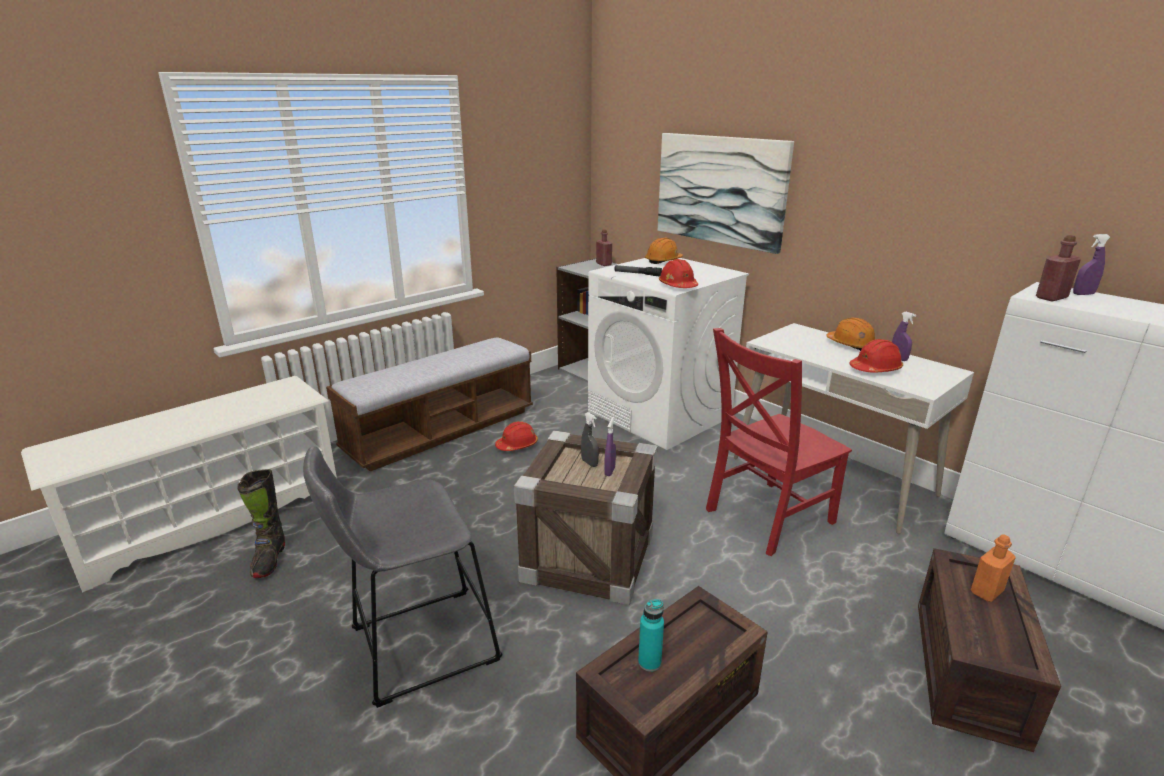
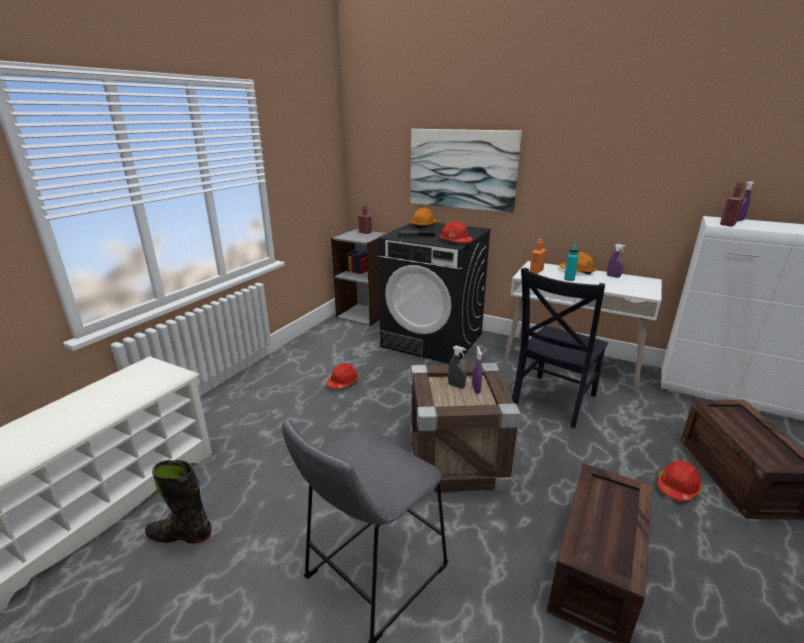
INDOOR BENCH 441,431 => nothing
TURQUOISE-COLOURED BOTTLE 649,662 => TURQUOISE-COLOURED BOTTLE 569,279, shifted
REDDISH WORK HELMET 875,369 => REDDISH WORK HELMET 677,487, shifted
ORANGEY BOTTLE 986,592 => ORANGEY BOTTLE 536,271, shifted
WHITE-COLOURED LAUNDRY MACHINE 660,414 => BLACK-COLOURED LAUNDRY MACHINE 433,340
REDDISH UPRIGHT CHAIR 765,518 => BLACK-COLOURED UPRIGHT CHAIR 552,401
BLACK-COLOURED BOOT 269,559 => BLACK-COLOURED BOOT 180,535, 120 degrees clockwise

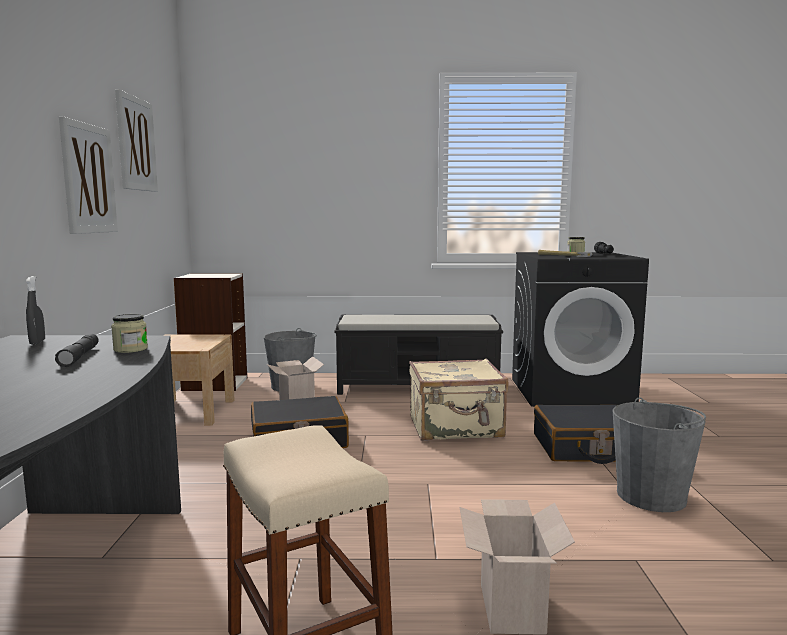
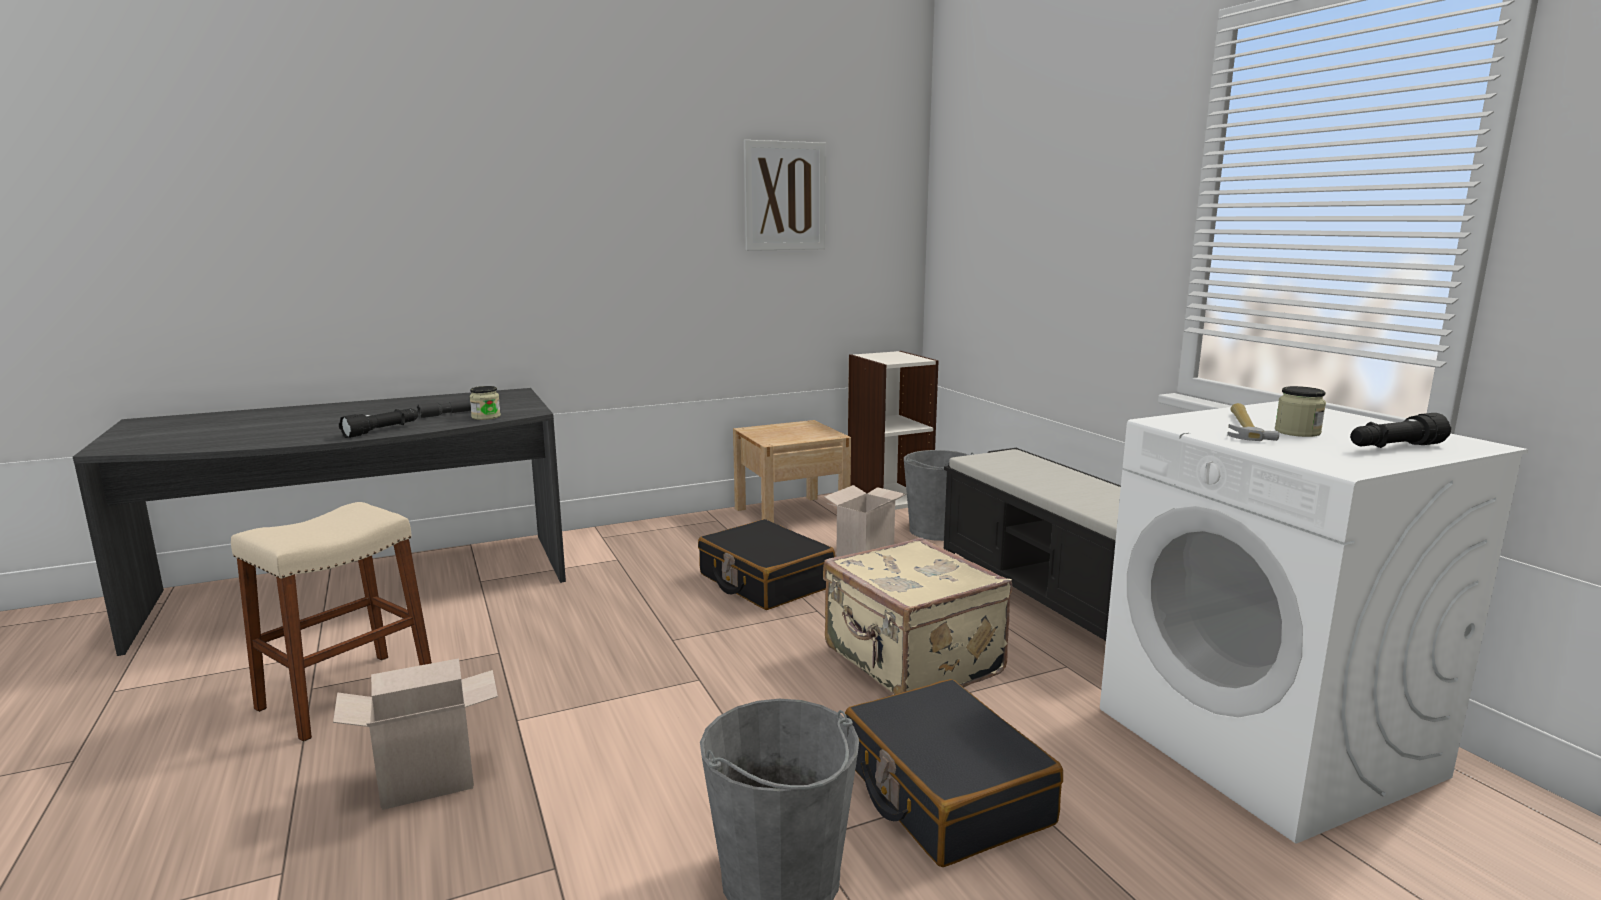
GRAY HAND SPRAYER 37,342 => nothing
WALL PICTURE 88,179 => nothing
nothing => BLACK-COLOURED TORCH 382,431
BLACK-COLOURED LAUNDRY MACHINE 570,392 => WHITE-COLOURED LAUNDRY MACHINE 1267,742

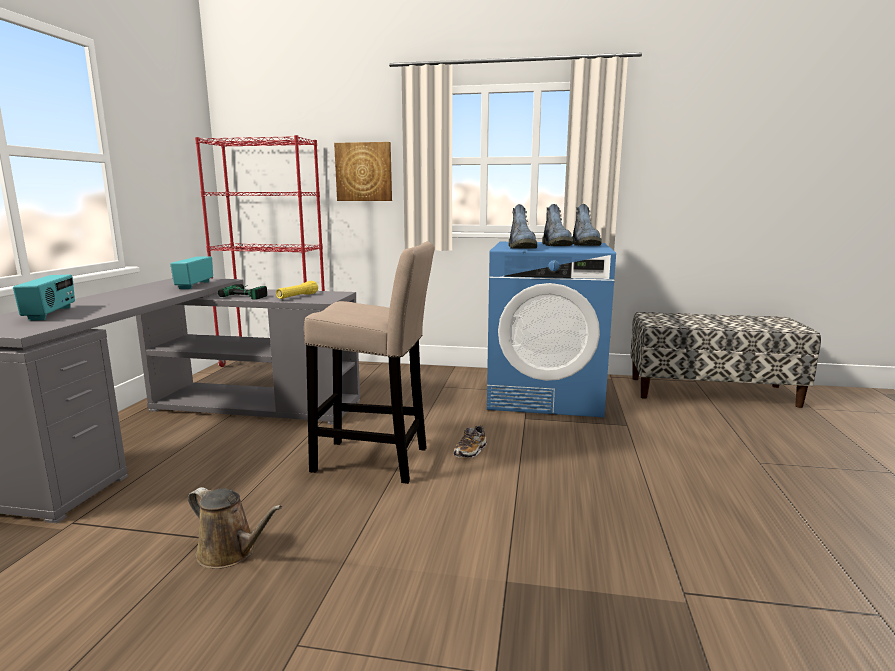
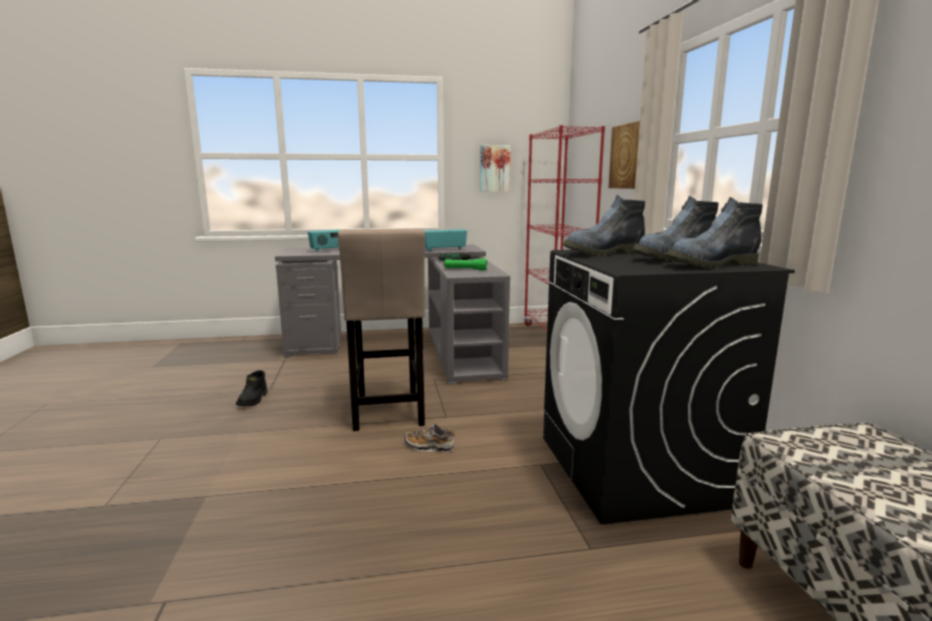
nothing => WALL PICTURE 494,168
BROWN-COLOURED WATERING CAN 231,552 => BLACK-COLOURED BOOT 253,400
YELLOW-COLOURED TORCH 297,296 => GREEN TORCH 465,269
BLUE-COLOURED LAUNDRY MACHINE 545,395 => BLACK-COLOURED LAUNDRY MACHINE 637,469

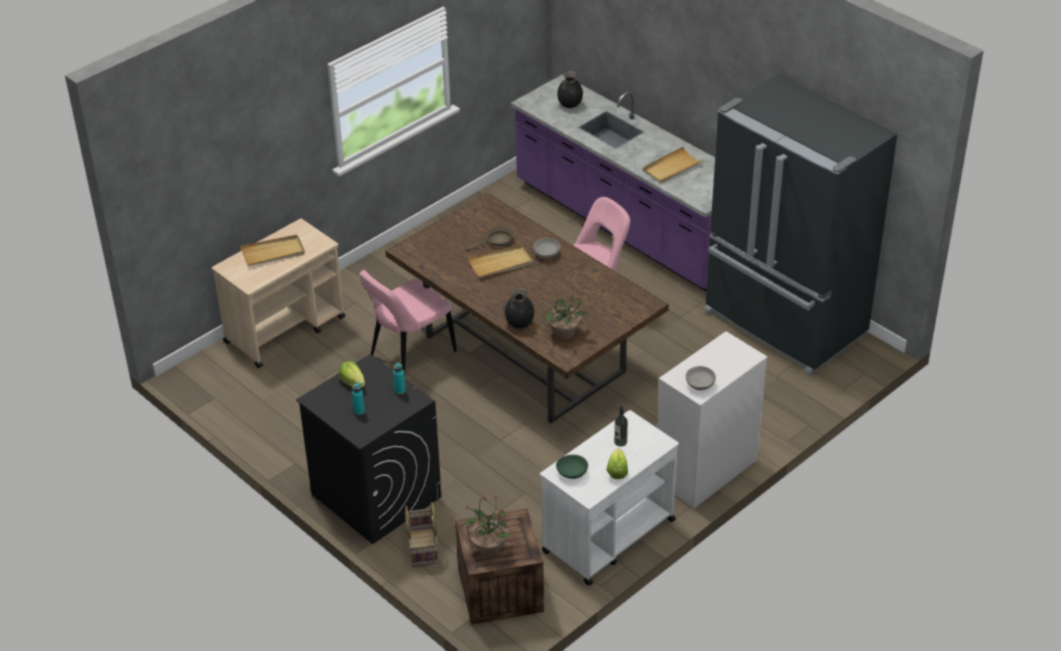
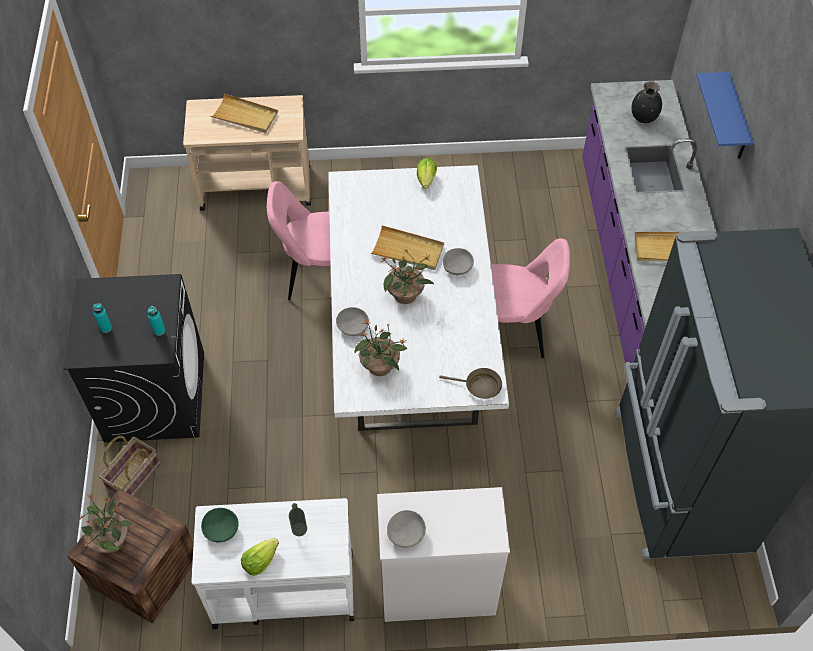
nothing => HOUSEPLANT 406,295
nothing => BLUE-COLOURED SHELF 736,119
HEAD OF LETTUCE 353,382 => HEAD OF LETTUCE 426,179, shifted
BROWN-COLOURED FRYING PAN 497,241 => BROWN-COLOURED FRYING PAN 479,386, shifted
BLACK-COLOURED FLOWER VASE 519,323 => GRAY DEEP DISH 353,327
BROWN-COLOURED KITCHEN TABLE 526,355 => WHITE-COLOURED KITCHEN TABLE 411,344

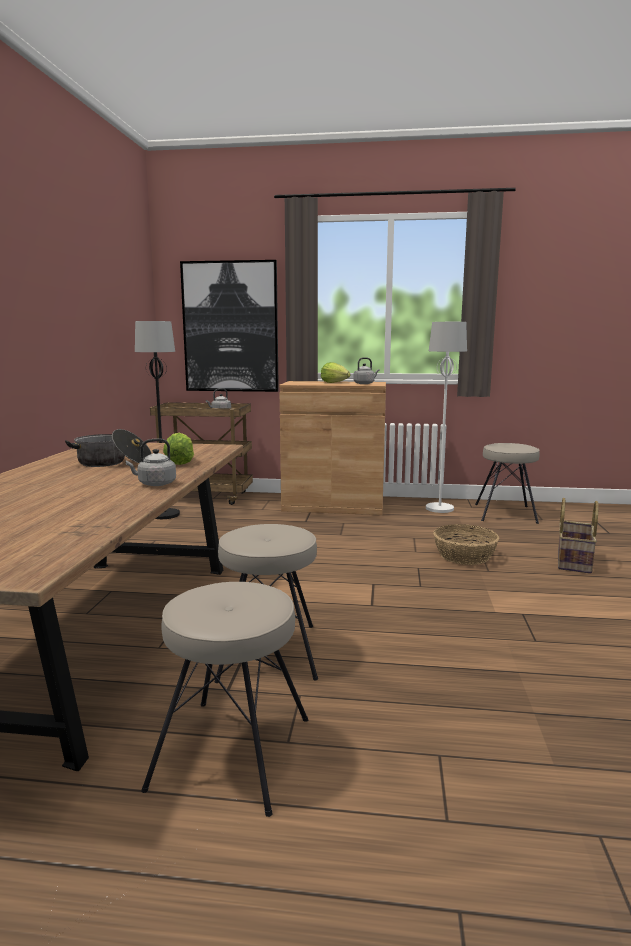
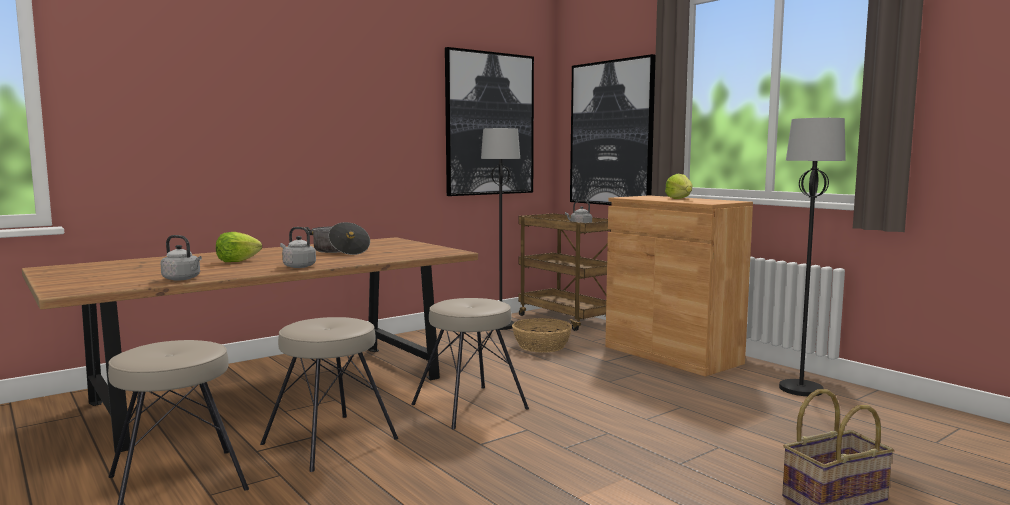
nothing => WALL PICTURE 489,124
HEAD OF LETTUCE 180,462 => HEAD OF LETTUCE 237,261, shifted
GRAY TEA KETTLE 365,383 => GRAY TEA KETTLE 183,279, shifted
HOUSEHOLD BASKET 465,556 => HOUSEHOLD BASKET 541,346, shifted
SAND-COLOURED SITTING STOOL 506,513 => SAND-COLOURED SITTING STOOL 470,407, shifted
WHITE-COLOURED STANDARD LAMP 440,508 => BLACK-COLOURED STANDARD LAMP 801,389

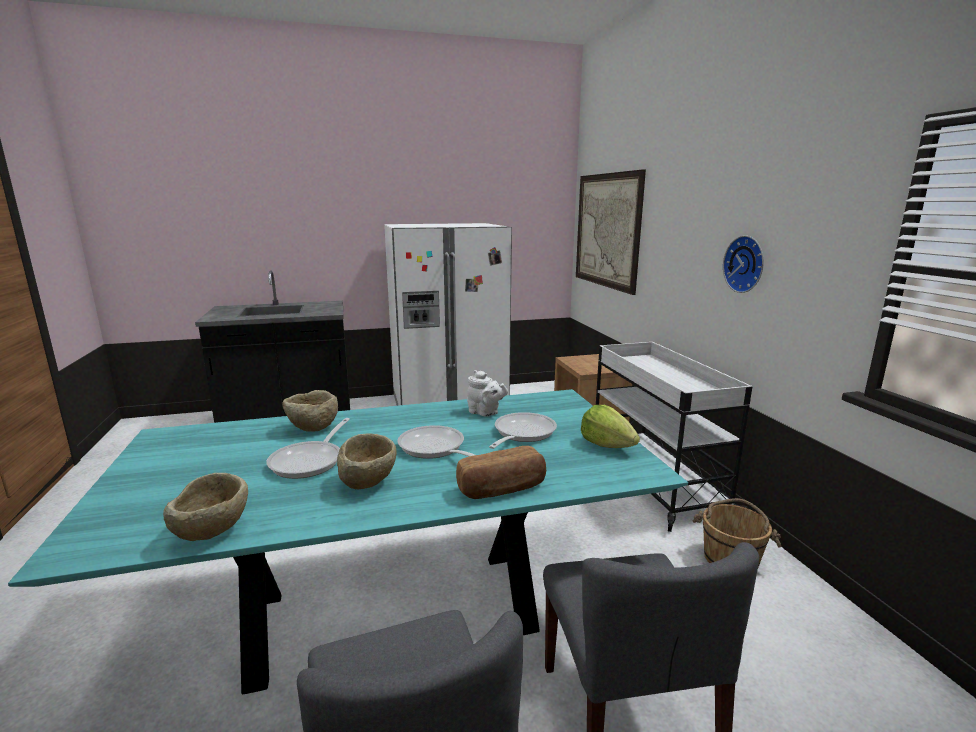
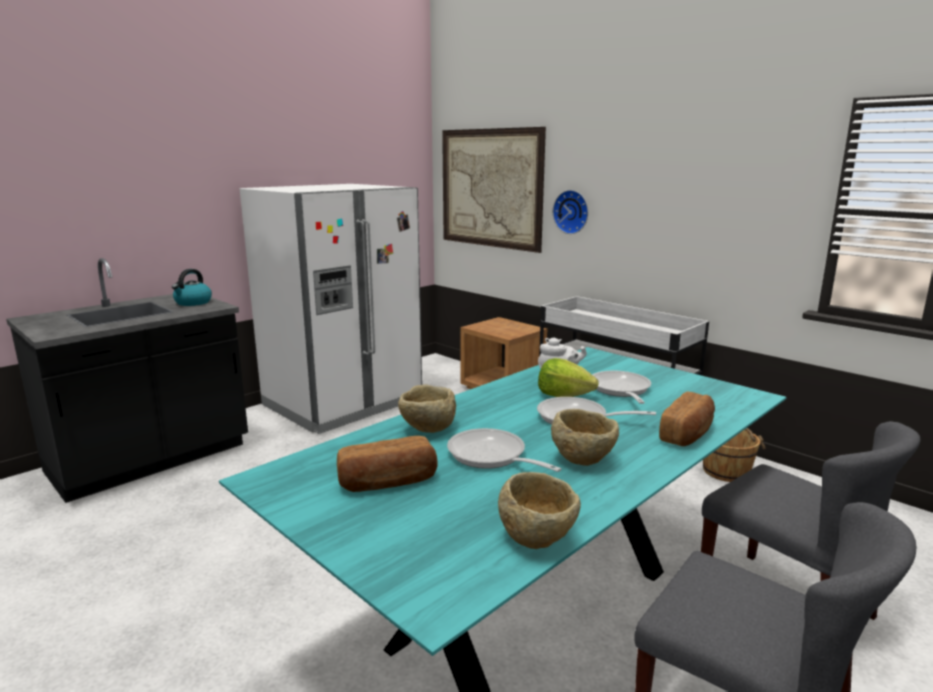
nothing => TEA KETTLE 193,303
nothing => BAKERY BREAD 388,482
HEAD OF LETTUCE 607,445 => HEAD OF LETTUCE 564,395, shifted
HANGING CLOCK 746,264 => HANGING CLOCK 572,211, shifted
FRYING PAN 310,461 => FRYING PAN 491,456, 150 degrees clockwise

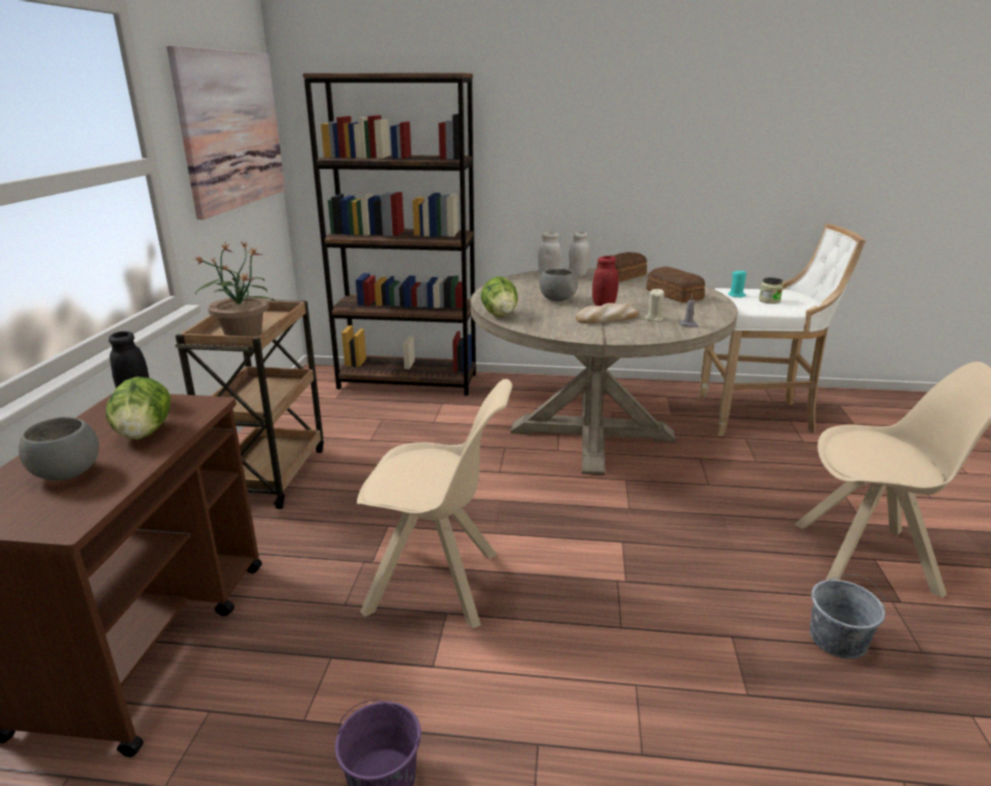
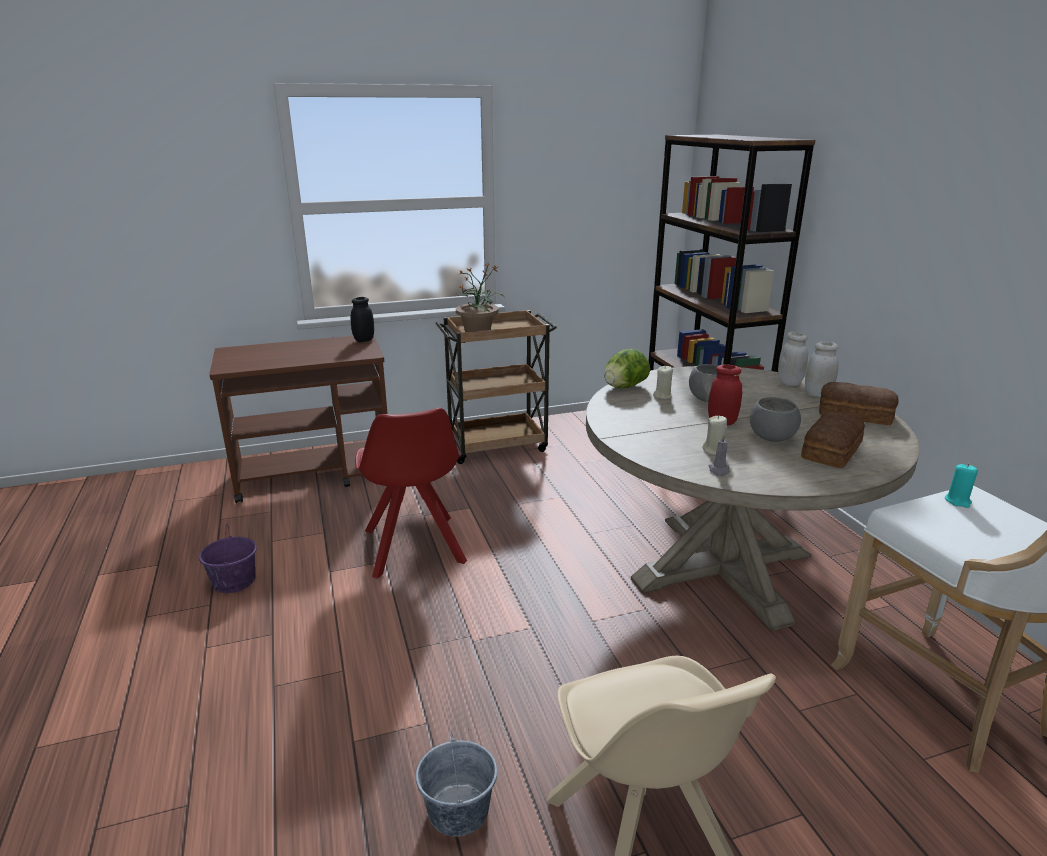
HEAD OF LETTUCE 144,433 => nothing
WALL PICTURE 232,129 => nothing
BAKERY BREAD 607,318 => nothing
STORAGE JAR 769,301 => nothing
nothing => SAND-COLOURED WAX LIGHT 662,396
GRAY DEEP DISH 66,474 => GRAY DEEP DISH 771,438, shifted
SAND-COLOURED UPRIGHT CHAIR 437,584 => REDDISH UPRIGHT CHAIR 414,548

